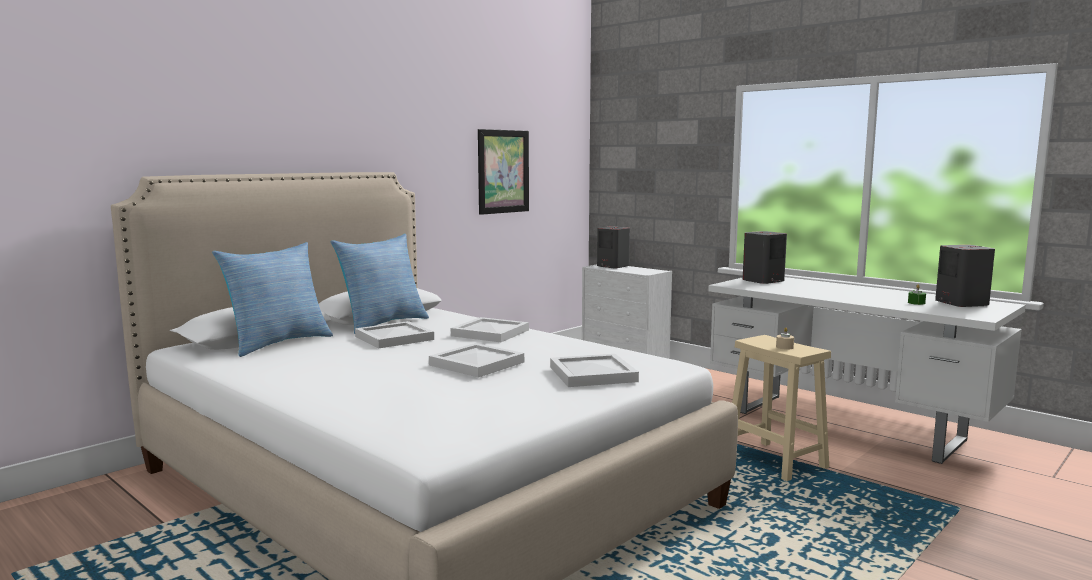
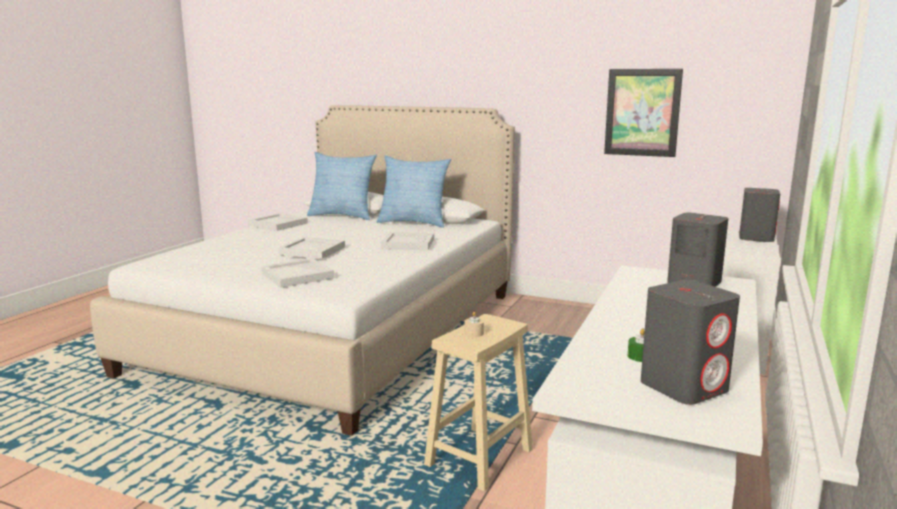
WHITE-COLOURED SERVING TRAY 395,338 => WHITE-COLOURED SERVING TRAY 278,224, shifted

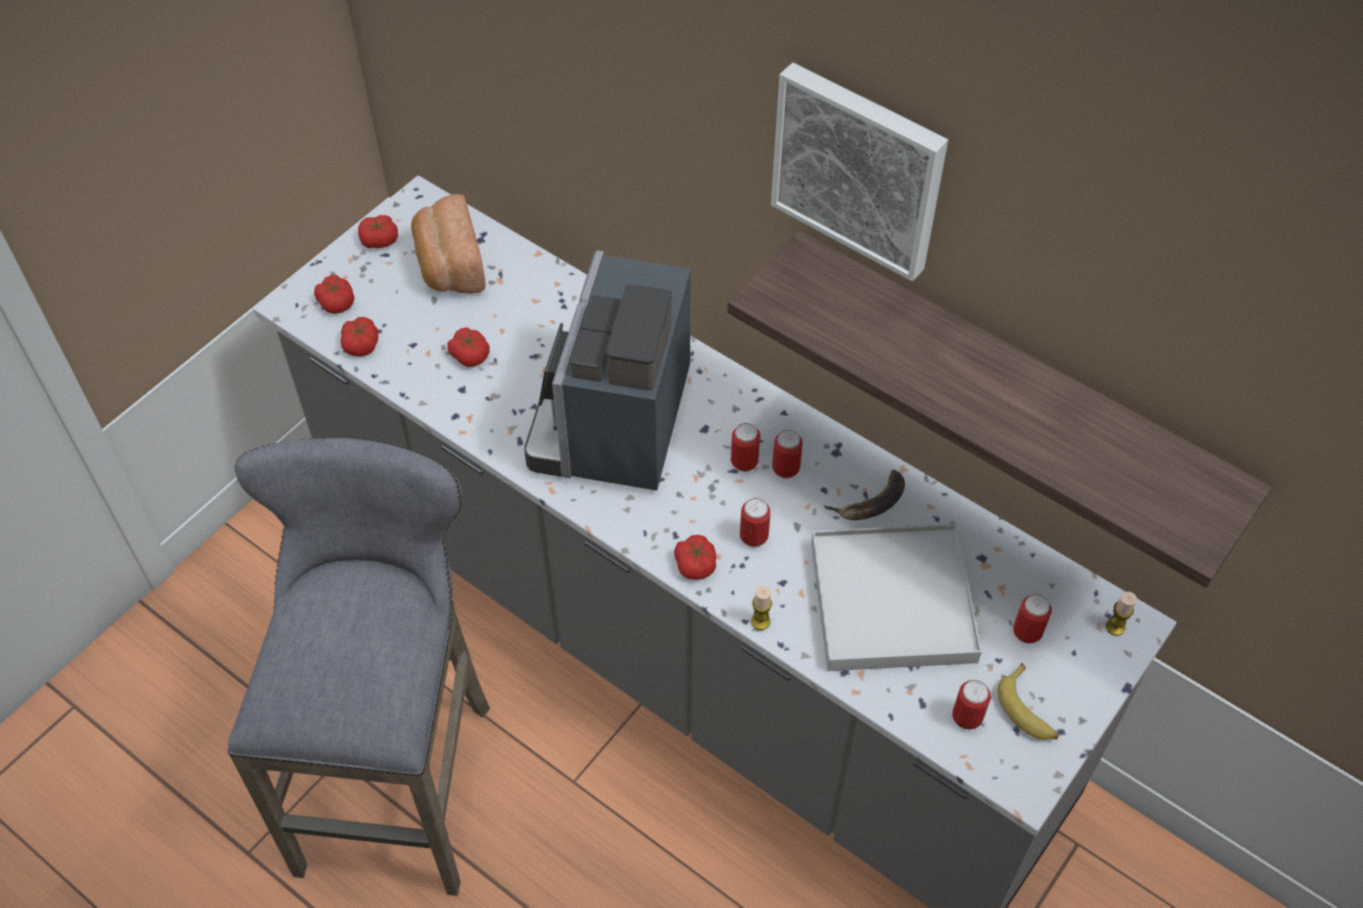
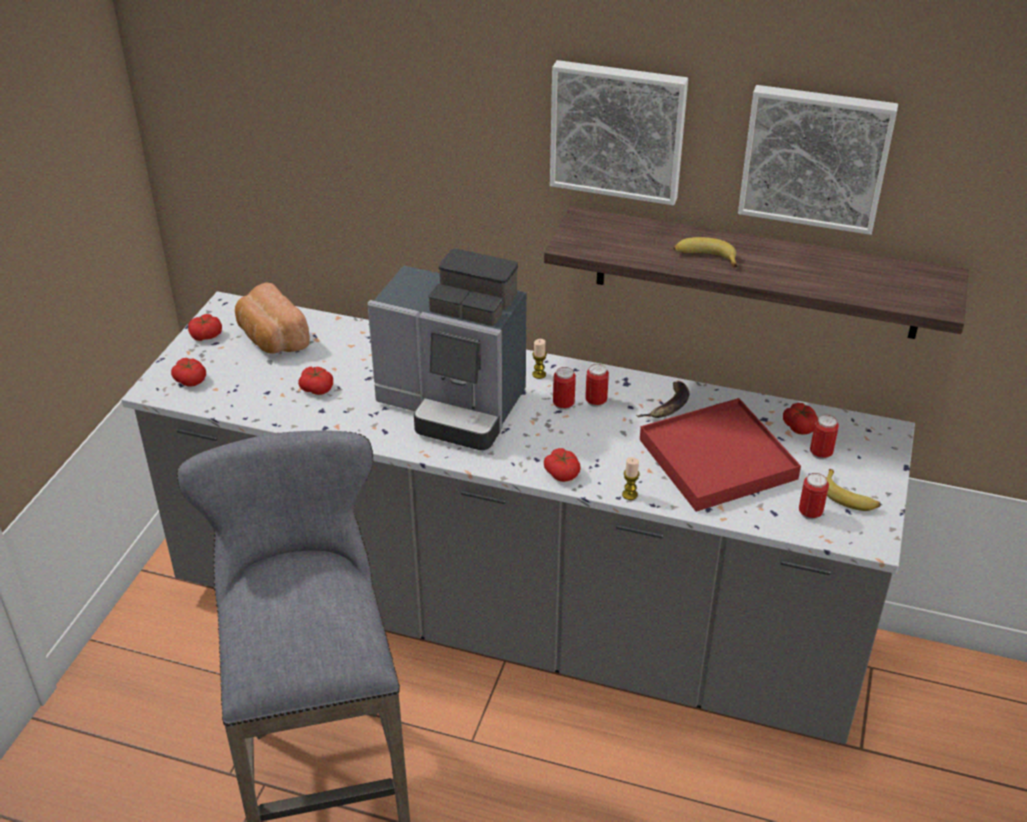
SEALED CAN 754,537 => nothing
nothing => BANANA 705,257
nothing => WALL PICTURE 815,157
TOMATO 361,344 => TOMATO 799,426, shifted
WAX LIGHT 1115,627 => WAX LIGHT 539,374, shifted
WHITE-COLOURED SERVING TRAY 892,601 => REDDISH SERVING TRAY 717,459
COFFEE BREWER 615,426 => COFFEE BREWER 454,405, 60 degrees counterclockwise

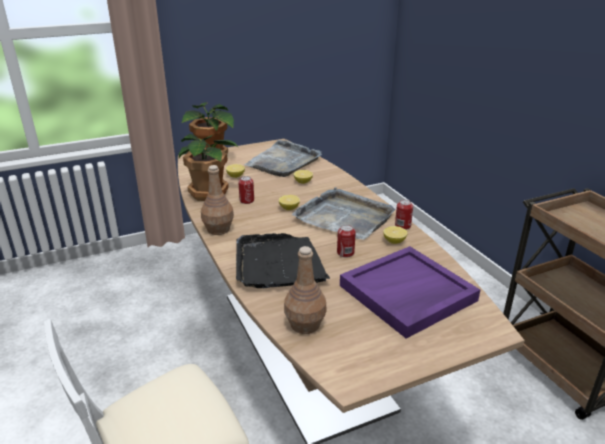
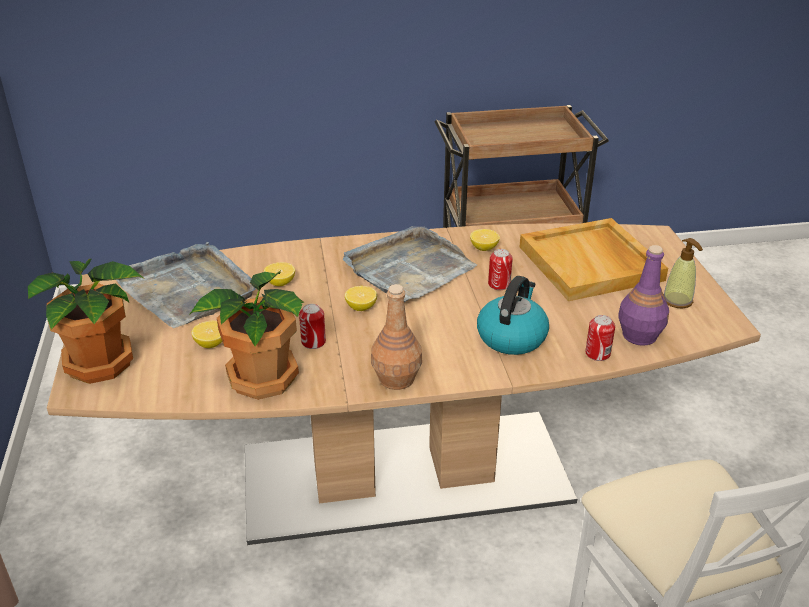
nothing => SOAP DISPENSER 677,301
SEALED CAN 402,226 => SEALED CAN 597,354, shifted
BLACK-COLOURED SERVING TRAY 278,264 => TEA KETTLE 511,337
BROWN-COLOURED BOTTLE 305,324 => PURPLE-COLOURED BOTTLE 639,335
PURPLE-COLOURED SERVING TRAY 407,294 => SAND-COLOURED SERVING TRAY 591,263

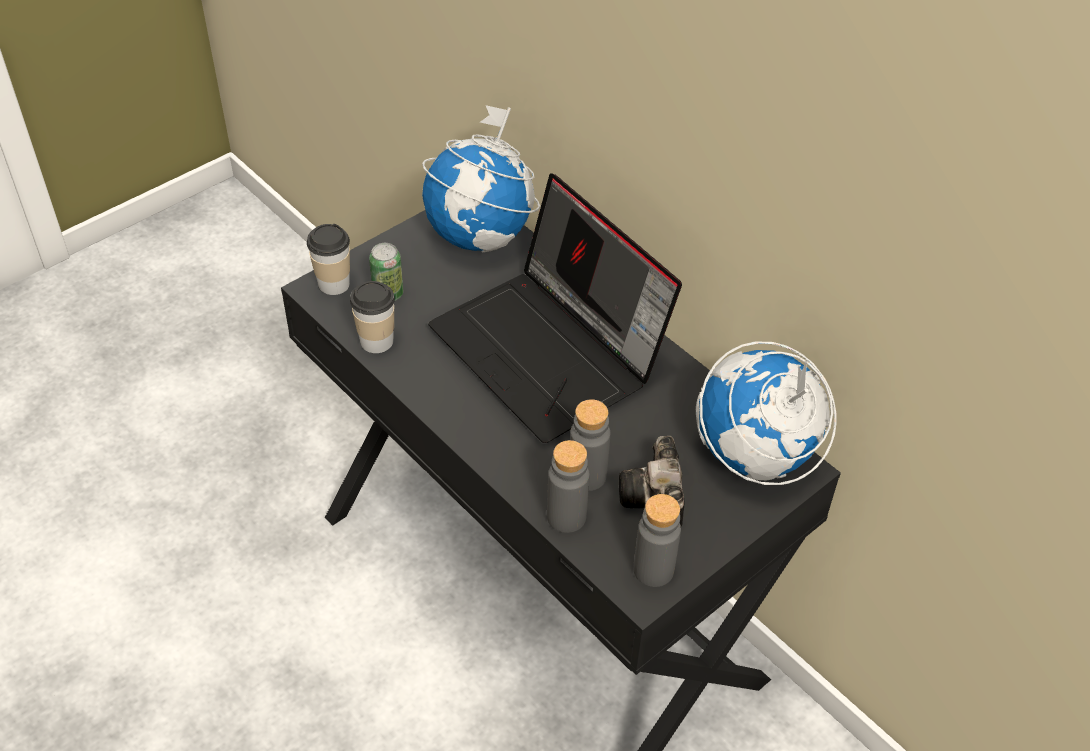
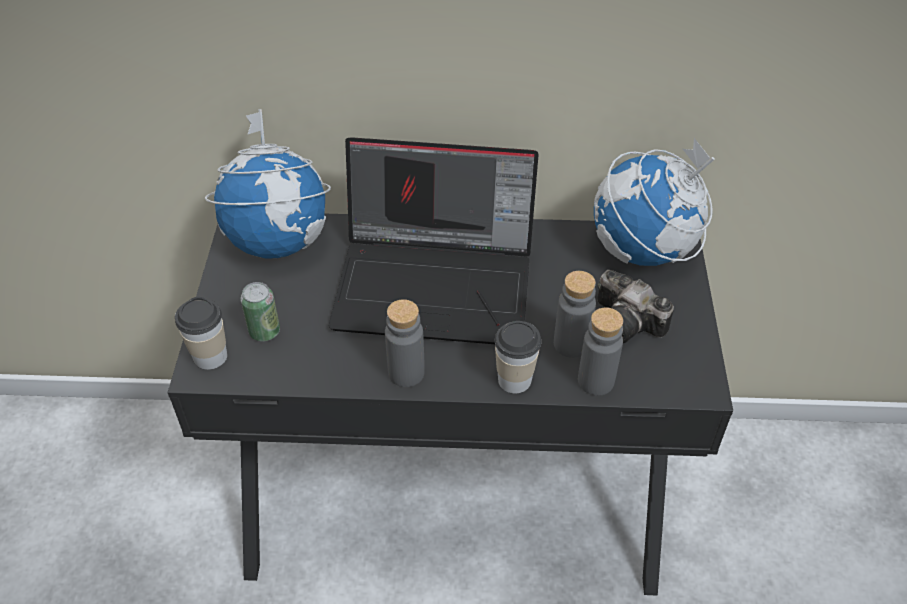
CUP 376,341 => CUP 514,379, shifted
GRAY BOTTLE 653,570 => GRAY BOTTLE 406,373, shifted

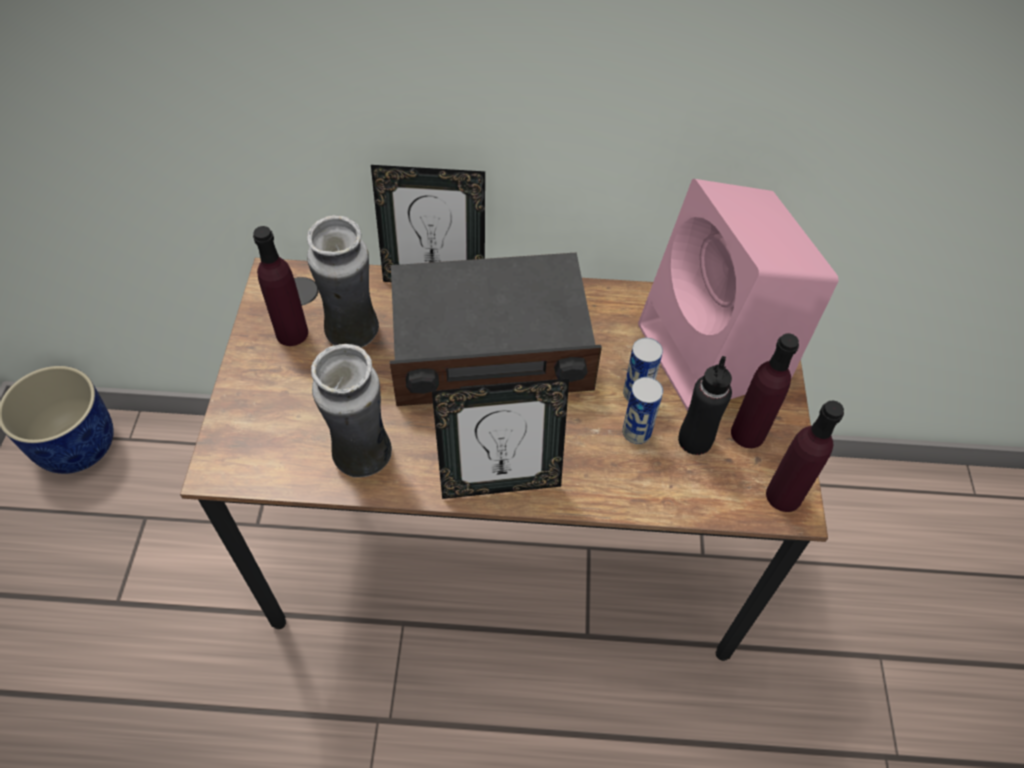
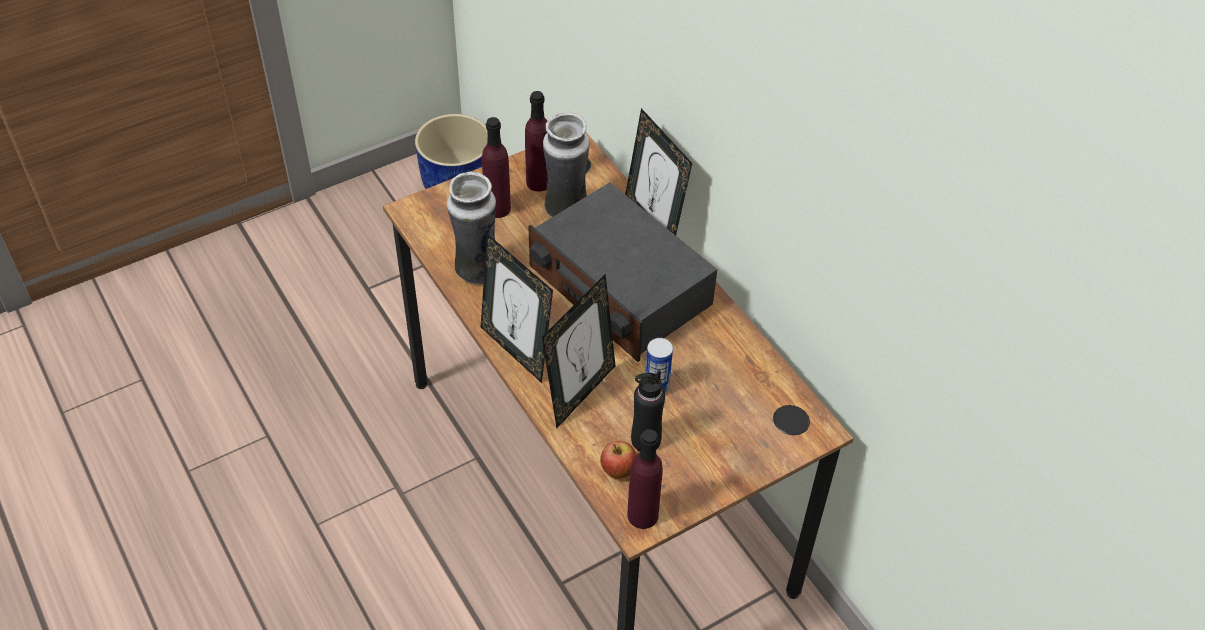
SEALED CAN 636,432 => nothing
PINKISH AUDIO SPEAKER 715,355 => nothing
nothing => PHOTO FRAME 580,392
nothing => APPLE FRUIT 618,471
PURPLE-COLOURED BOTTLE 748,433 => PURPLE-COLOURED BOTTLE 497,208, shifted

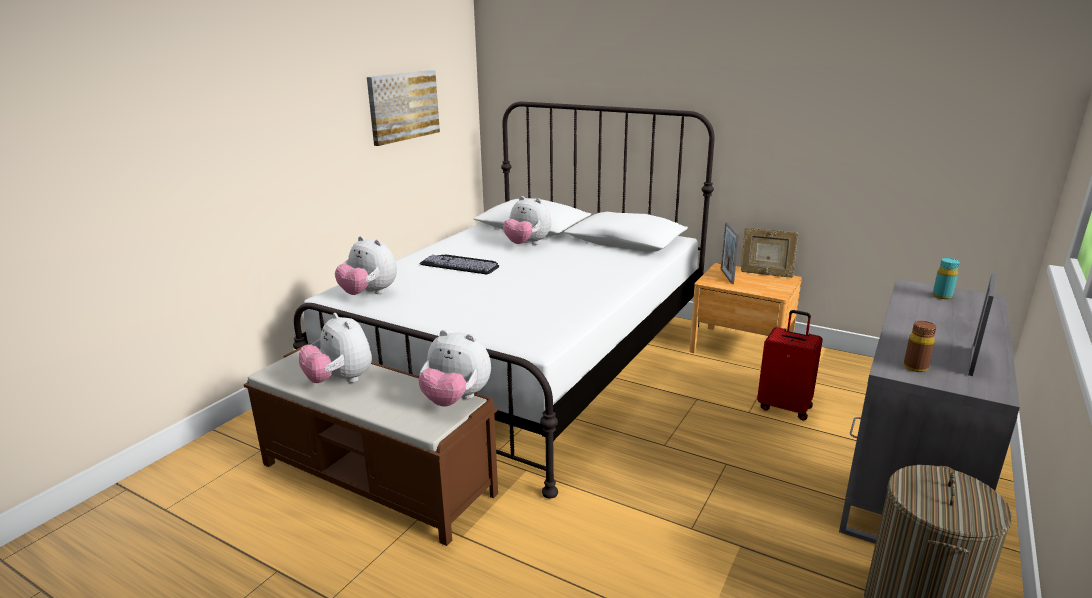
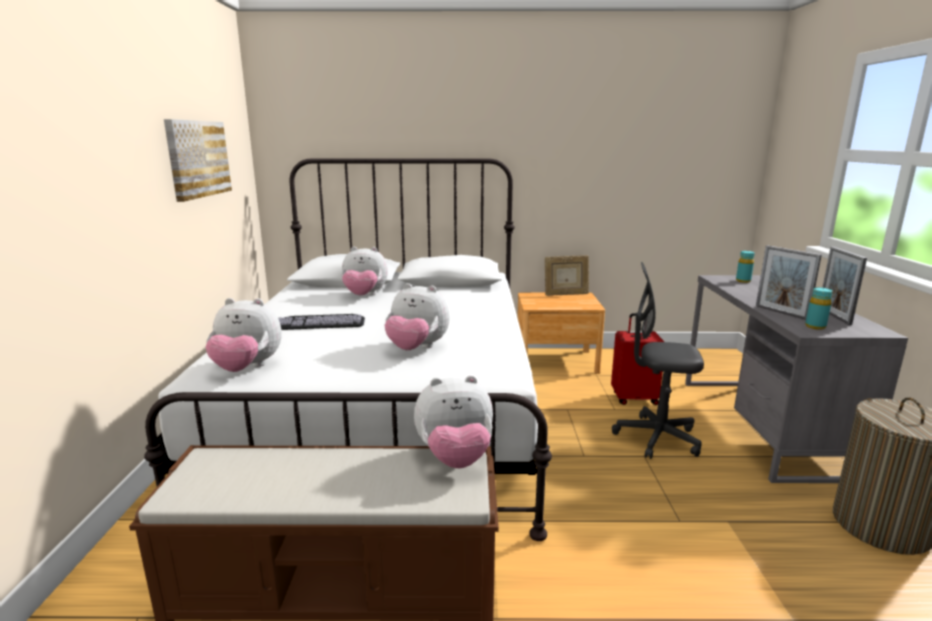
nothing => GRAY COMPUTER CHAIR 656,438
SOFT TOY 340,380 => SOFT TOY 417,349, shifted
PHOTO FRAME 727,276 => PHOTO FRAME 781,312, shifted
BROWN-COLOURED BOTTLE 915,367 => TURQUOISE-COLOURED BOTTLE 815,327

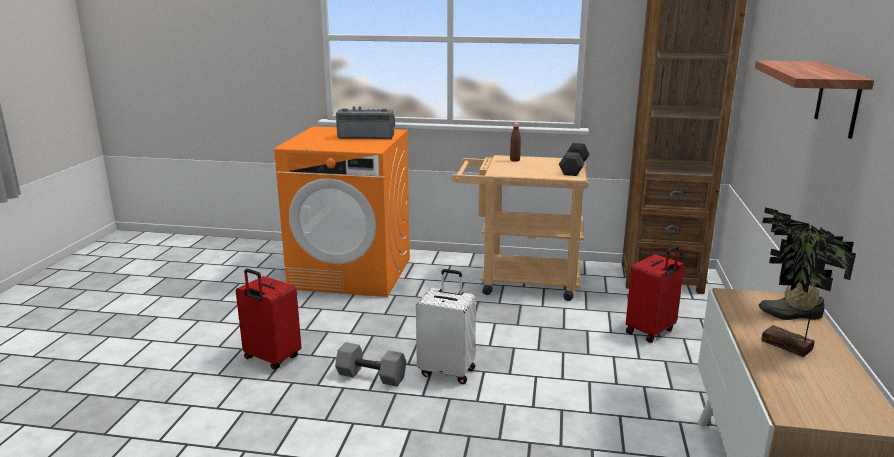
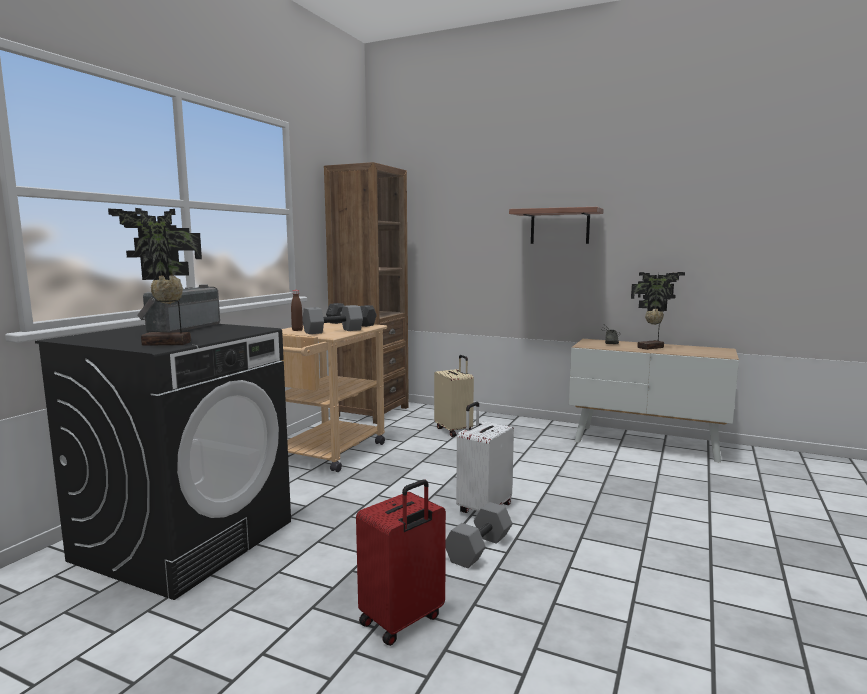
nothing => HOUSEPLANT 166,344
nothing => GRAY HAND WEIGHT 332,331
ORANGEY LAUNDRY MACHINE 352,273 => BLACK-COLOURED LAUNDRY MACHINE 186,540
REDDISH PIECE OF LUGGAGE 651,331 => SAND-COLOURED PIECE OF LUGGAGE 454,430

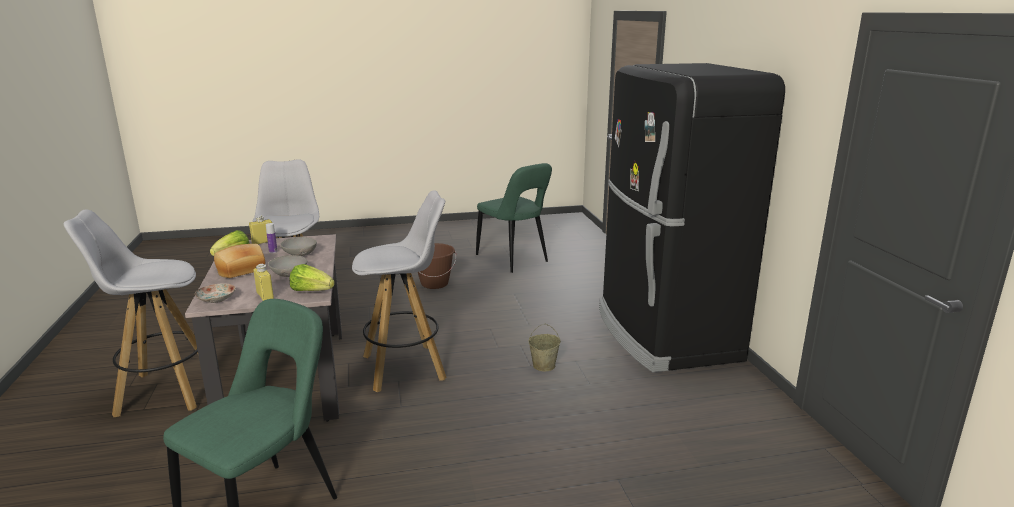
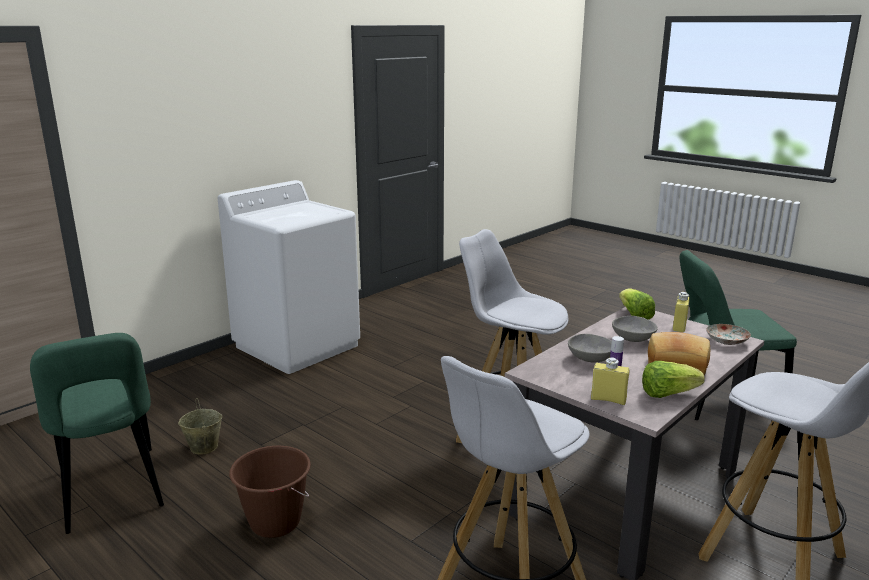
SAND-COLOURED WATER BUCKET 544,365 => SAND-COLOURED WATER BUCKET 203,447, shifted
BLACK-COLOURED FRIDGE 664,334 => WHITE-COLOURED LAUNDRY MACHINE 298,346
GREEN UPRIGHT CHAIR 514,259 => GREEN UPRIGHT CHAIR 112,492, 135 degrees clockwise

